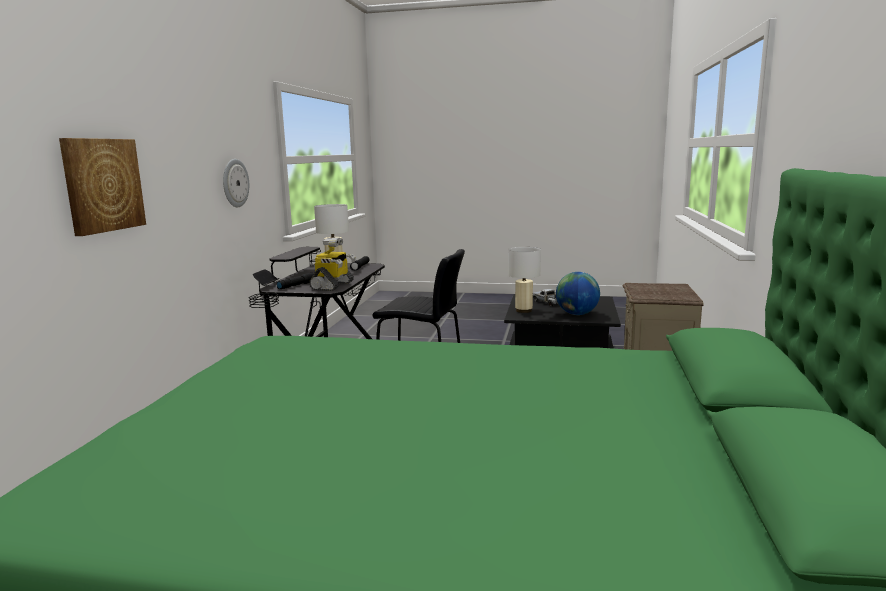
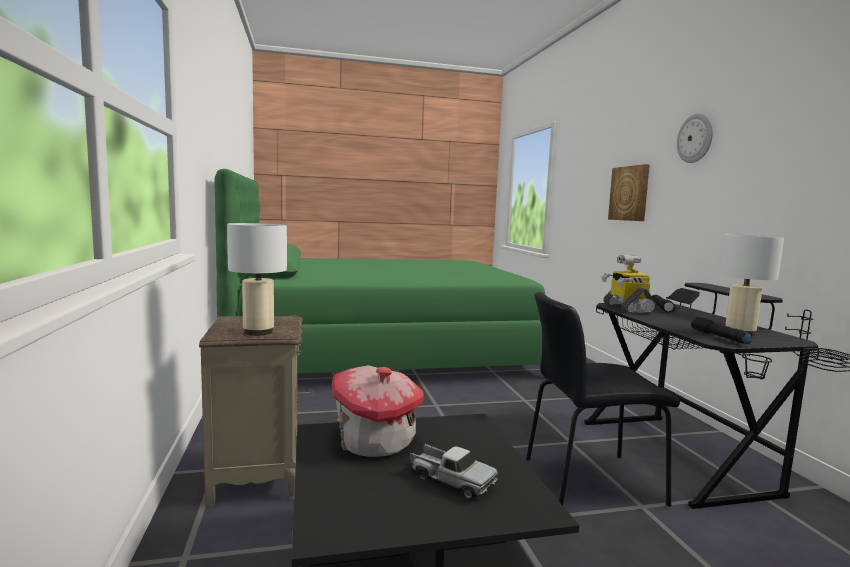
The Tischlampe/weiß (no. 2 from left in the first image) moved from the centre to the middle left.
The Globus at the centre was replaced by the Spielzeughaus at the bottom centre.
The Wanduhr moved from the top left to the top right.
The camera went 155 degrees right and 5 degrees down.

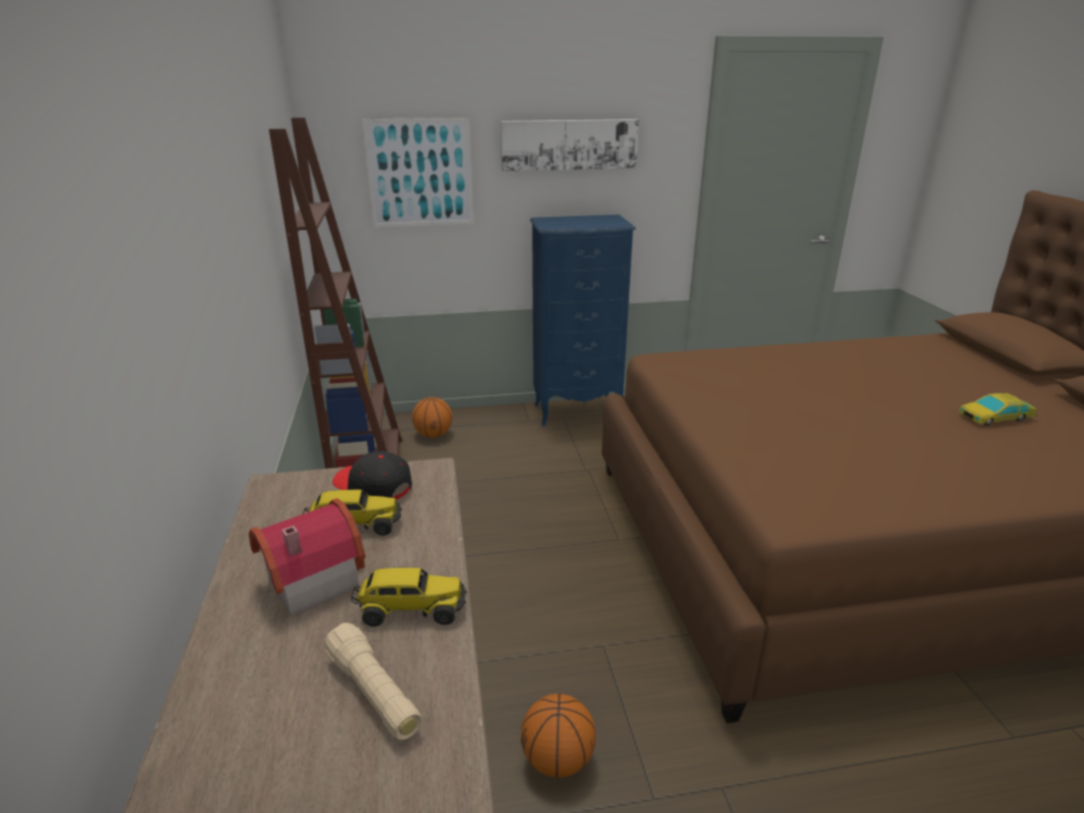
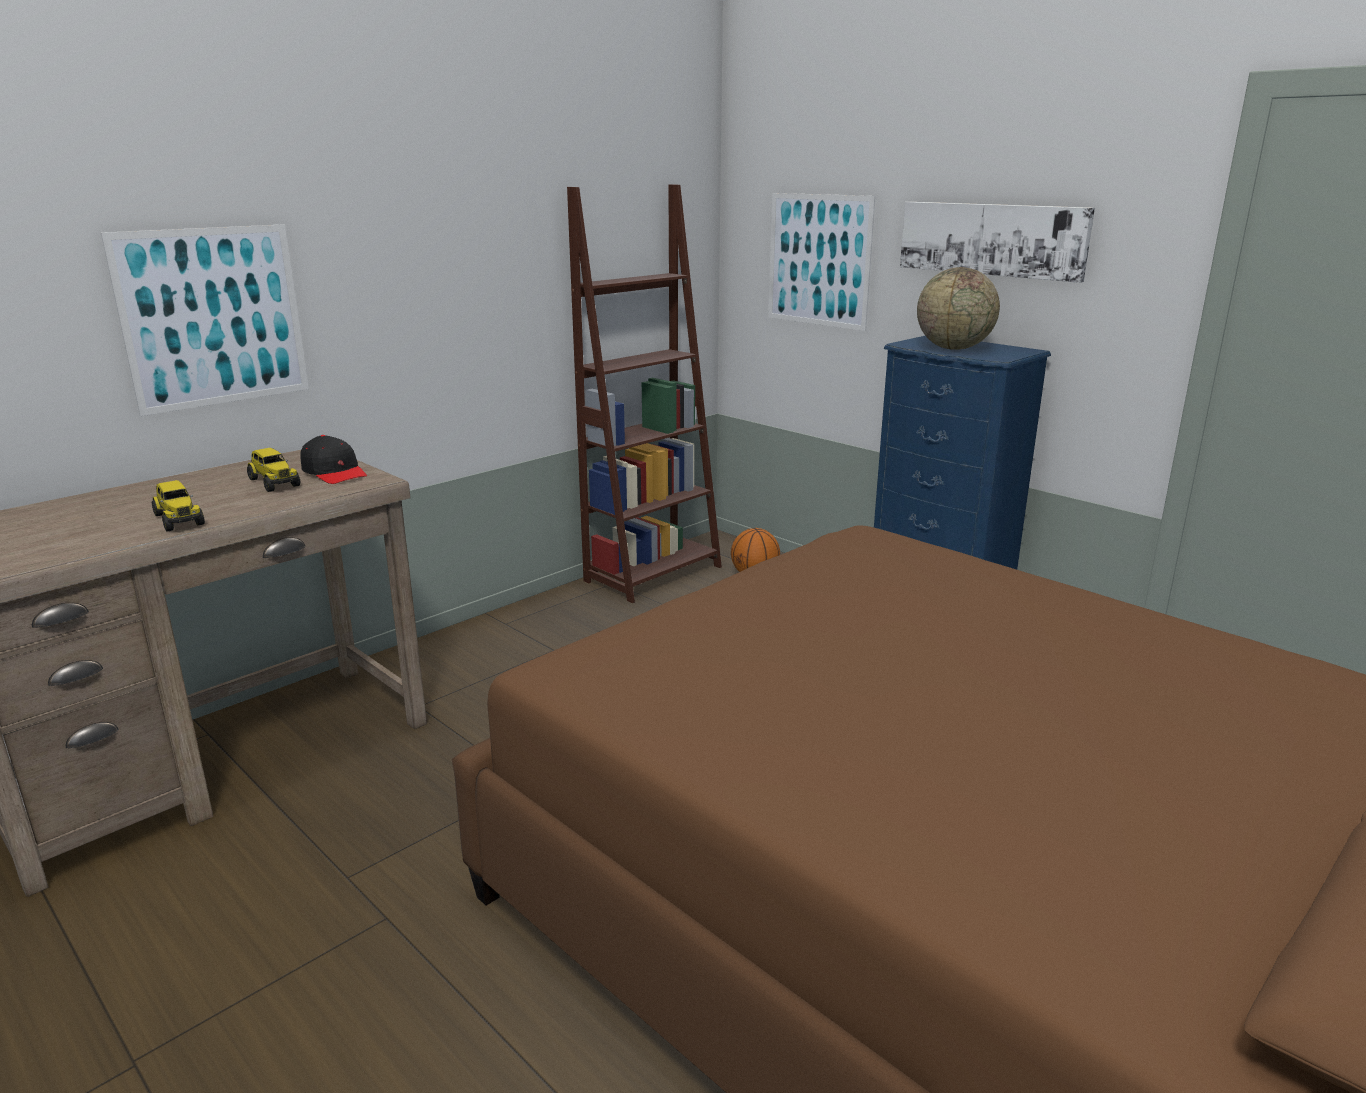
The Bild (no. 1 from left) at the top left appeared.
The Kappe/schwarz at the centre turned 135 degrees clockwise.
The Globus at the top right appeared.
The Spielzeughaus at the bottom left disappeared.
The Taschenlampe/beige at the bottom centre disappeared.
The Basketball (no. 2 from left) at the bottom centre disappeared.
The Spielzeugauto at the middle right disappeared.
The camera went 55 degrees right and 5 degrees down.

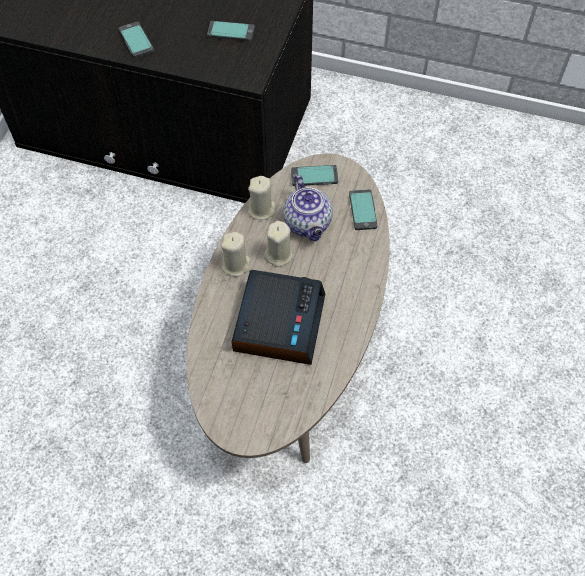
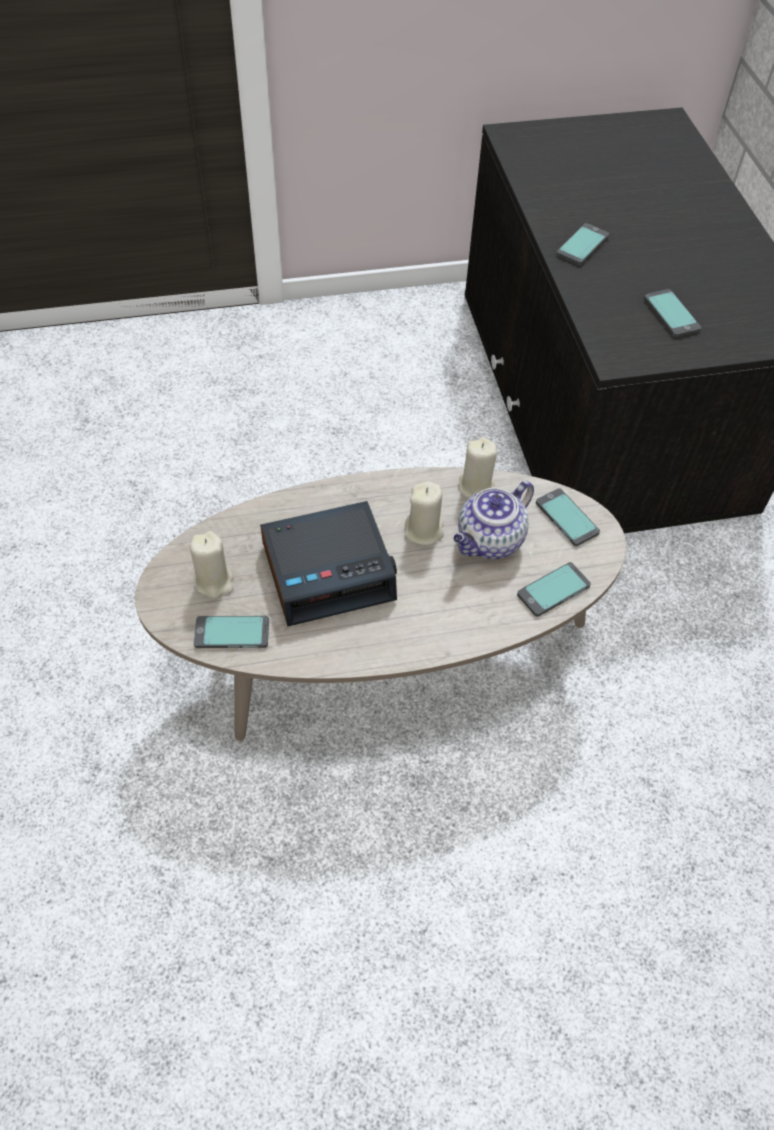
The Kerze/beige (no. 1 from left) moved from the centre to the middle left.
The Handy (no. 1 from left) at the middle left appeared.
The camera went 60 degrees right and 5 degrees down.

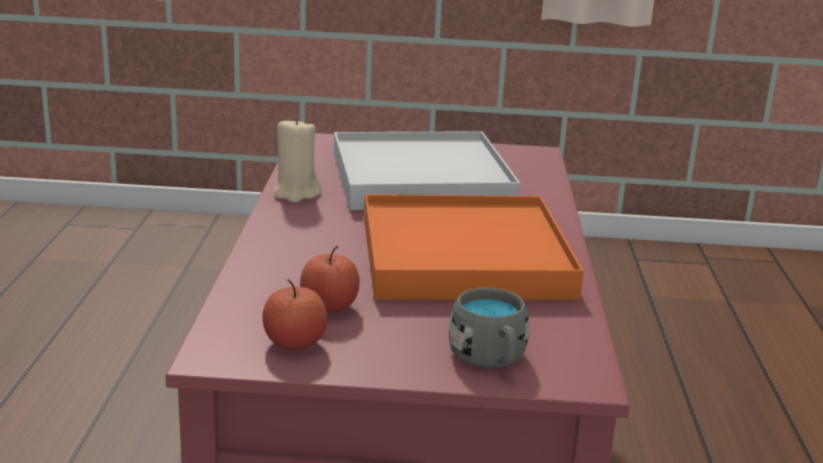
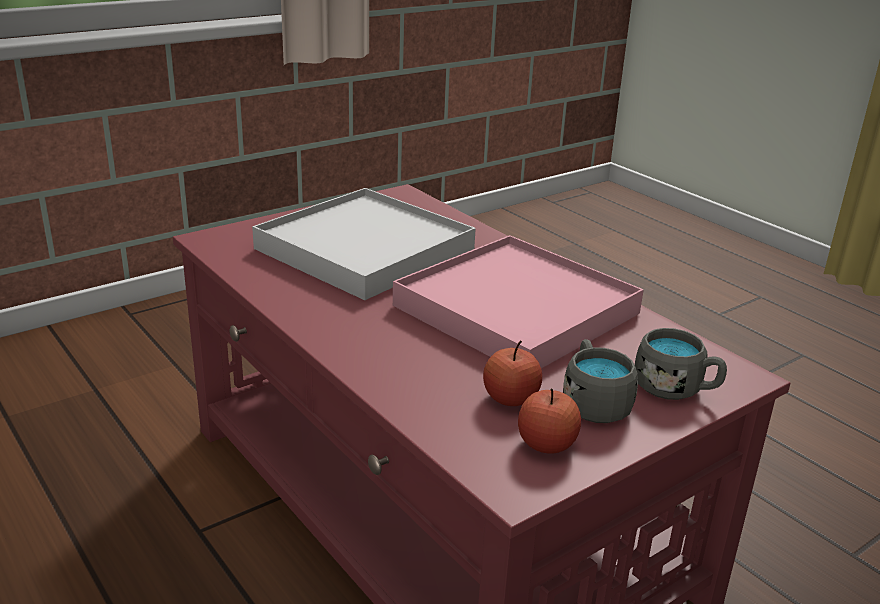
The Tablett/orange at the centre became the Tablett/rosa at the centre.
The Henkelbecher/grau (no. 1 from left) at the middle right appeared.
The Kerze/beige at the centre disappeared.
The camera went 40 degrees left and 5 degrees up.

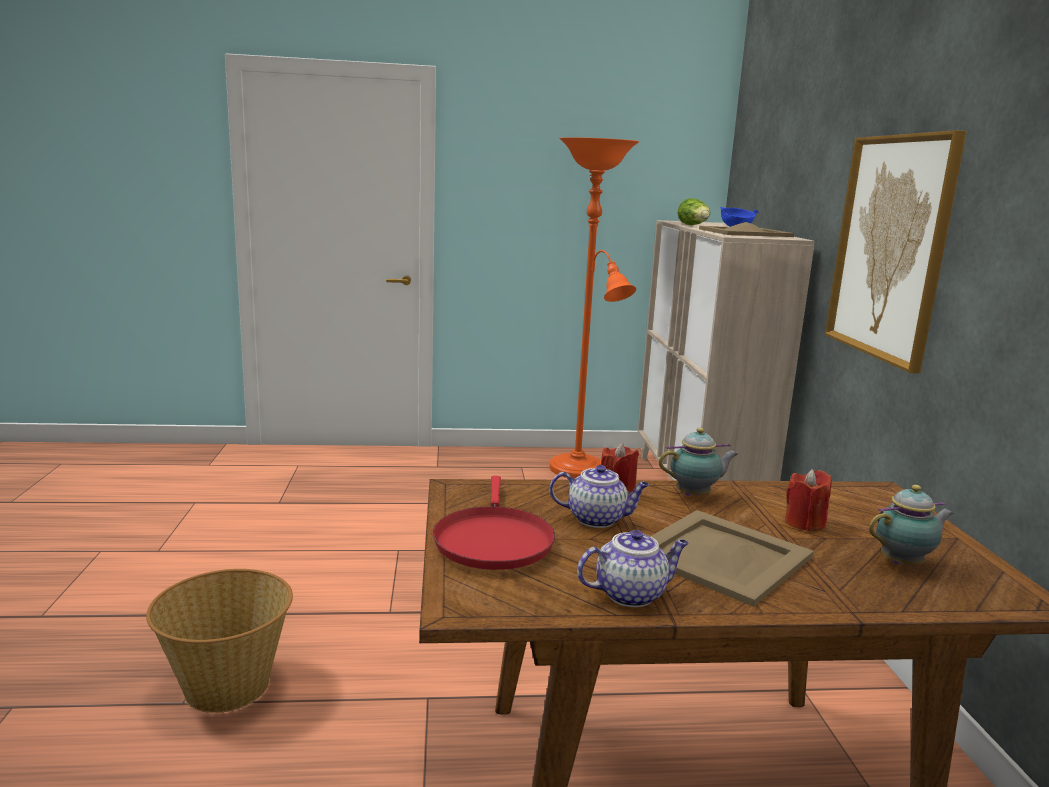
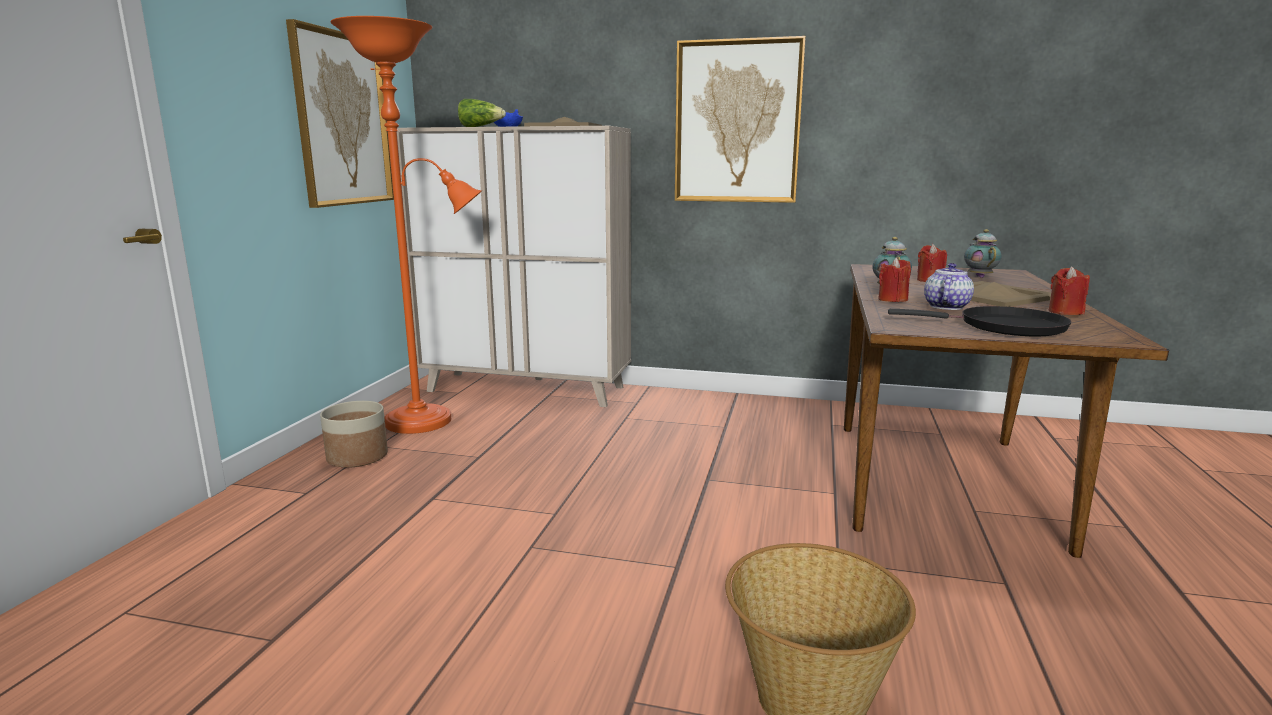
The Bild (no. 1 from left) at the top left appeared.
The Pflanzkübel at the middle left appeared.
The Pfanne/rot at the centre became the Pfanne/schwarz at the middle right.
The Teekanne (no. 2 from left) at the bottom centre was replaced by the Kerze/rot (no. 3 from left) at the middle right.
The camera went 70 degrees left and 0 degrees up.

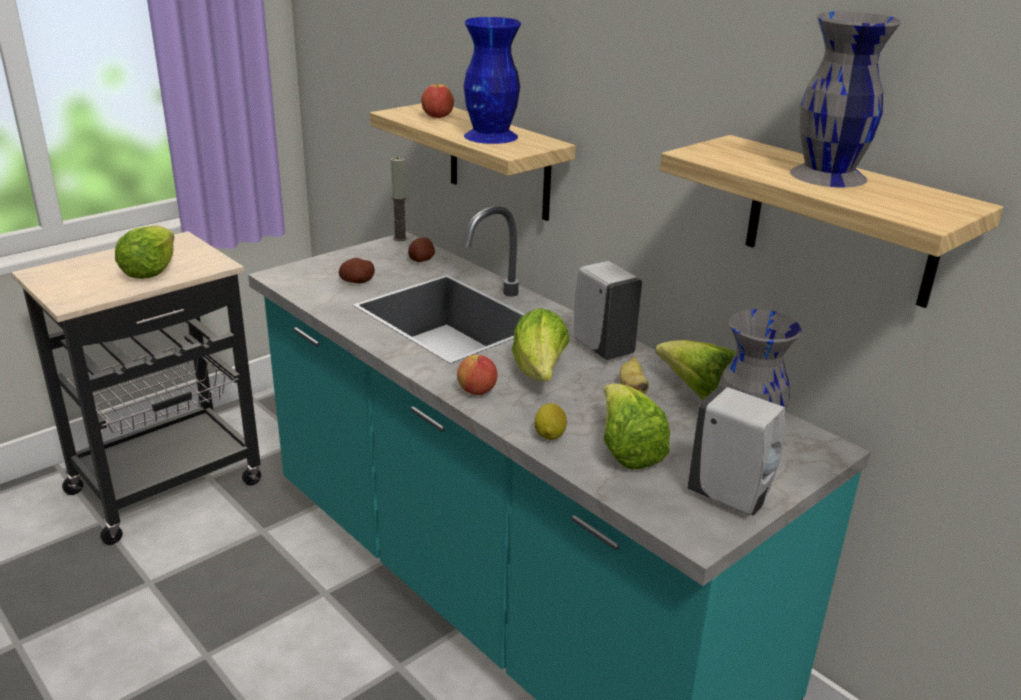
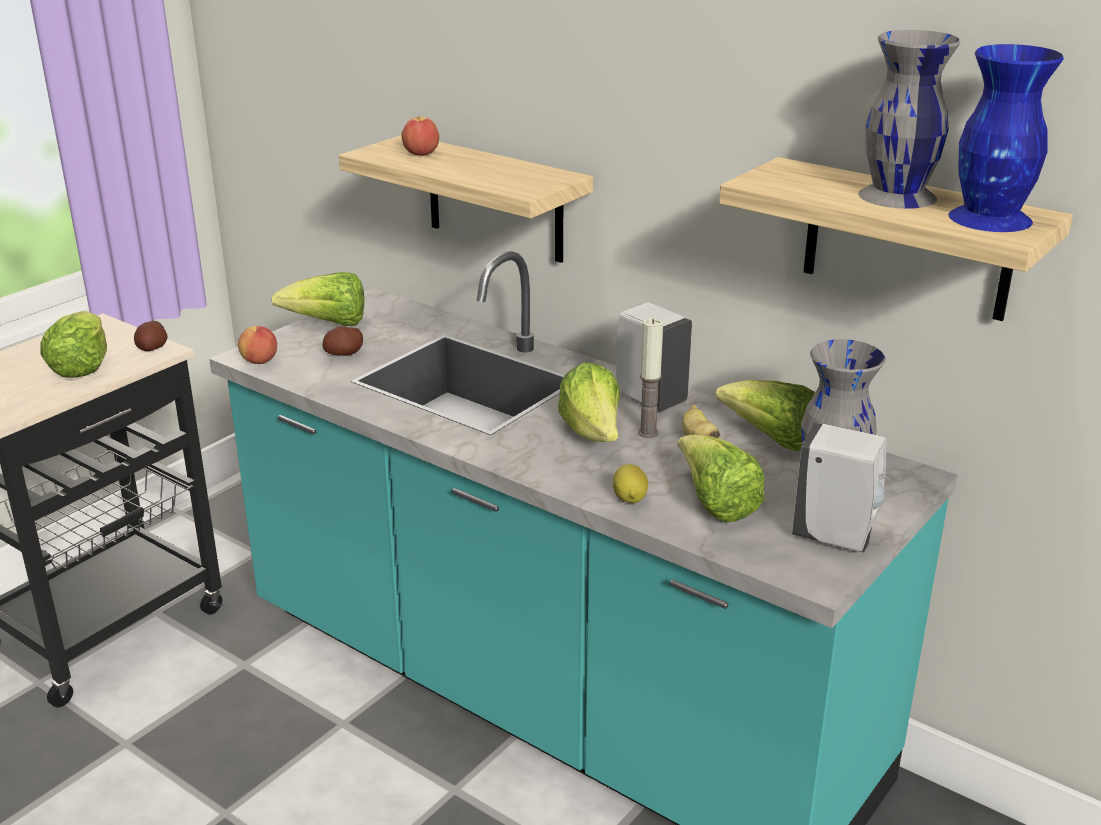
The Kartoffel (no. 2 from left in the first image) moved from the centre to the middle left.
The Apfel (no. 2 from left in the first image) moved from the centre to the middle left.
The Salatkopf (no. 2 from left) at the middle left appeared.
The Kerze moved from the top centre to the centre.
The Vase/blau moved from the top centre to the top right.
The camera went 10 degrees left and 0 degrees up.

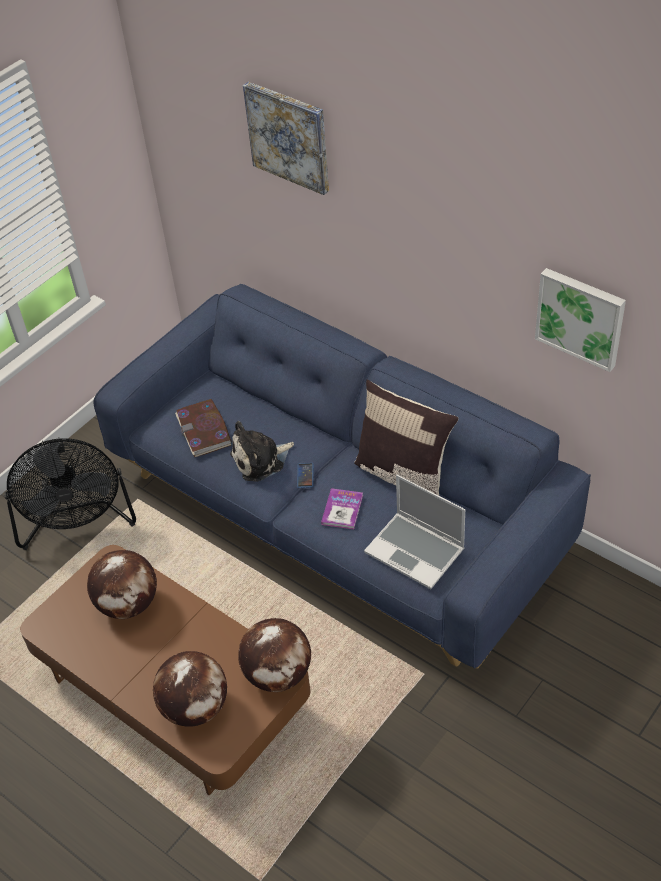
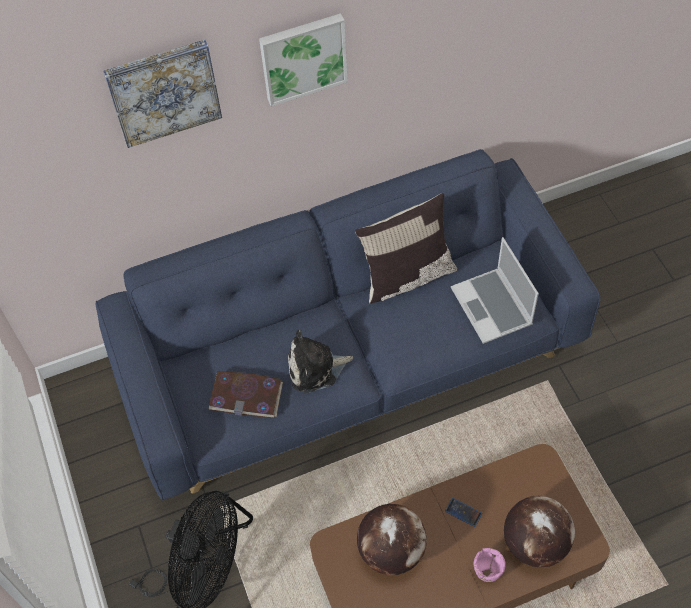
The Bild (no. 2 from left) moved from the middle right to the top centre.
The Plüschtier at the centre turned 75 degrees clockwise.
The Handy moved from the centre to the bottom right.
The Laptop at the centre turned 90 degrees clockwise.
The Schüssel/rosa at the bottom right appeared.
The Globus (no. 3 from left) at the bottom centre disappeared.
The Buch (no. 2 from left) at the centre disappeared.
The camera went 60 degrees left and 10 degrees up.

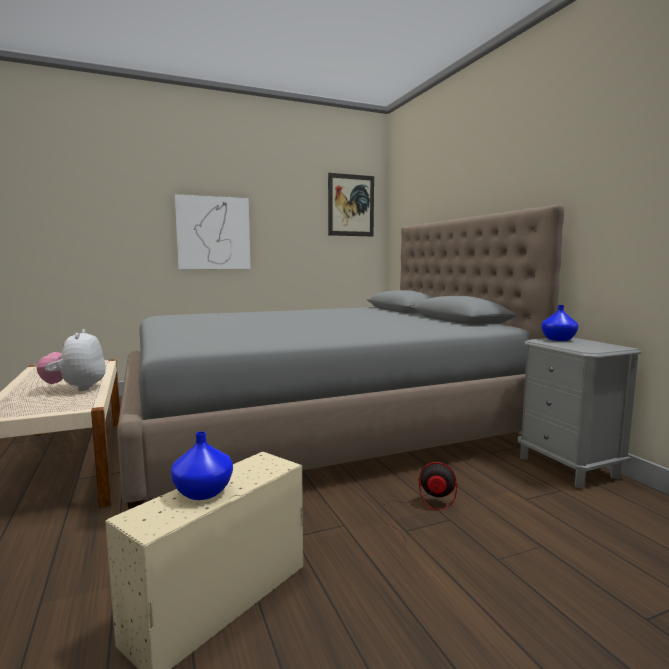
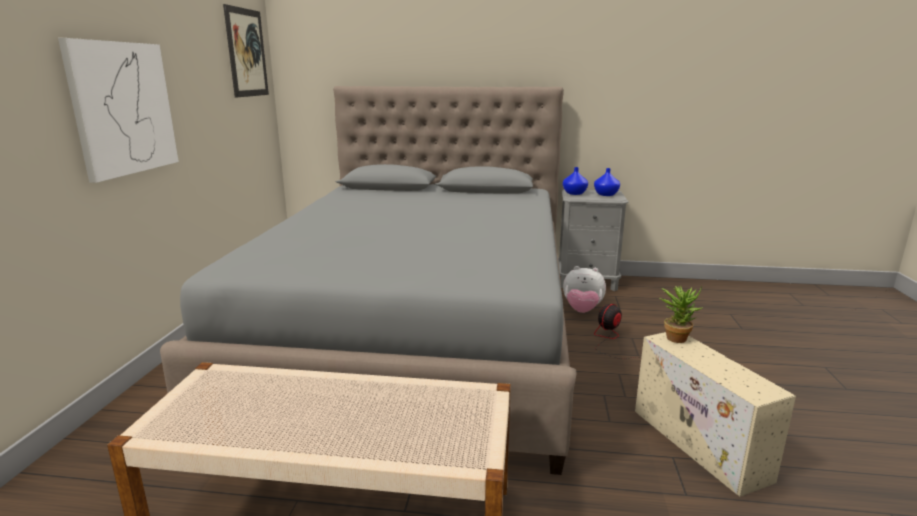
The Plüschtier moved from the middle left to the centre.
The Vase/blau (no. 1 from left in the first image) moved from the bottom left to the centre.
The Topfpflanze at the middle right appeared.
The camera went 60 degrees left and 10 degrees up.

